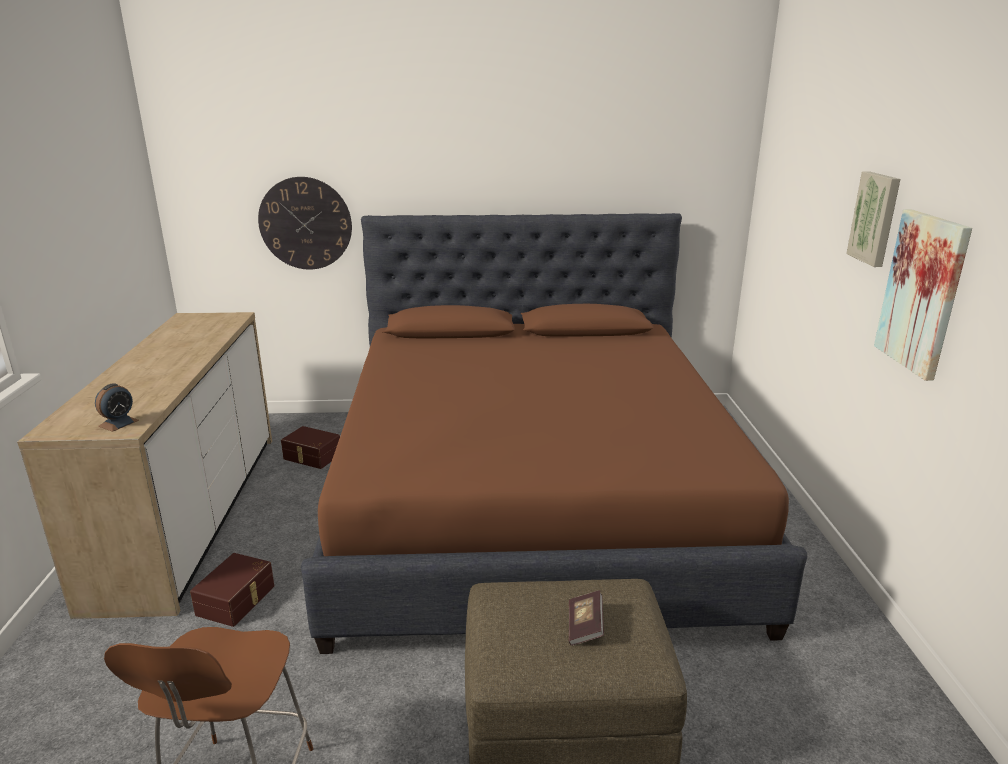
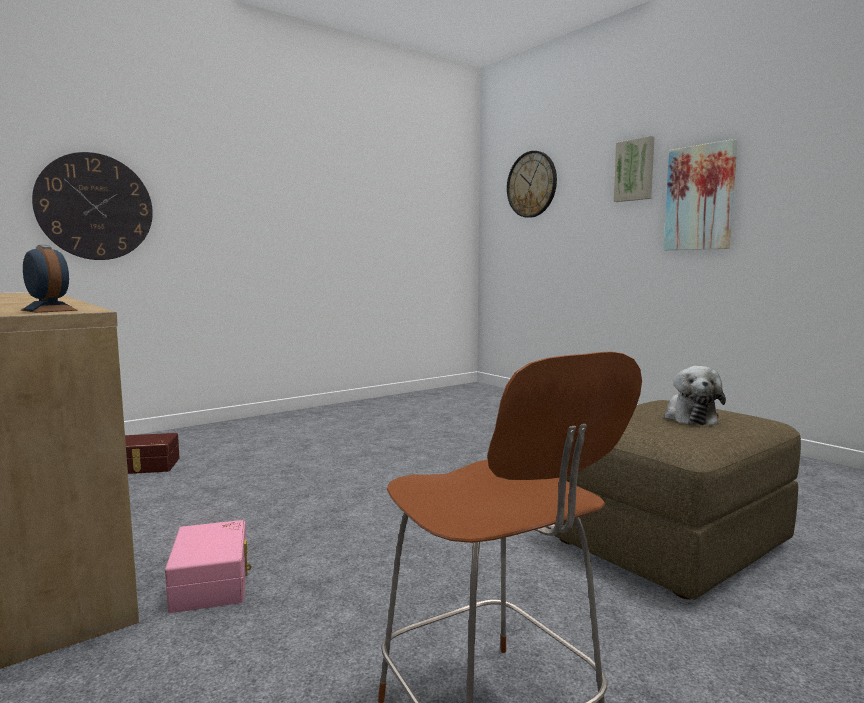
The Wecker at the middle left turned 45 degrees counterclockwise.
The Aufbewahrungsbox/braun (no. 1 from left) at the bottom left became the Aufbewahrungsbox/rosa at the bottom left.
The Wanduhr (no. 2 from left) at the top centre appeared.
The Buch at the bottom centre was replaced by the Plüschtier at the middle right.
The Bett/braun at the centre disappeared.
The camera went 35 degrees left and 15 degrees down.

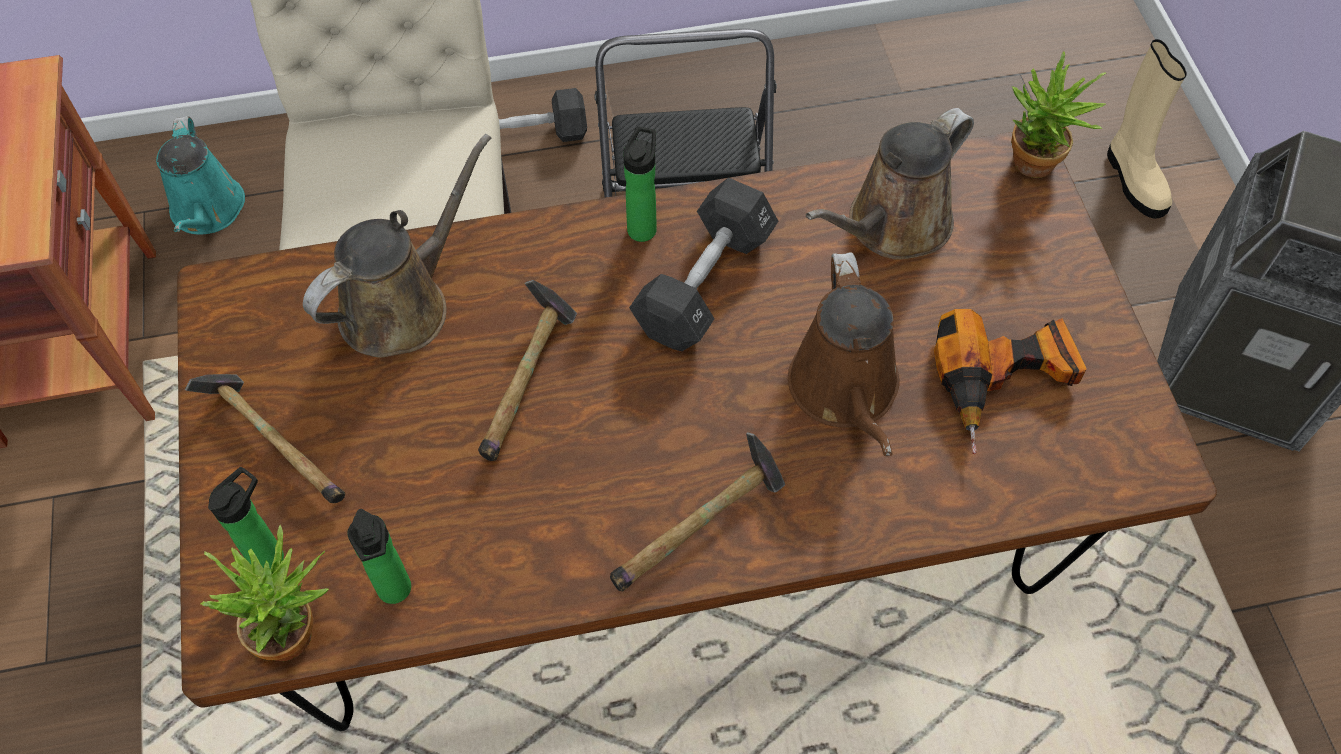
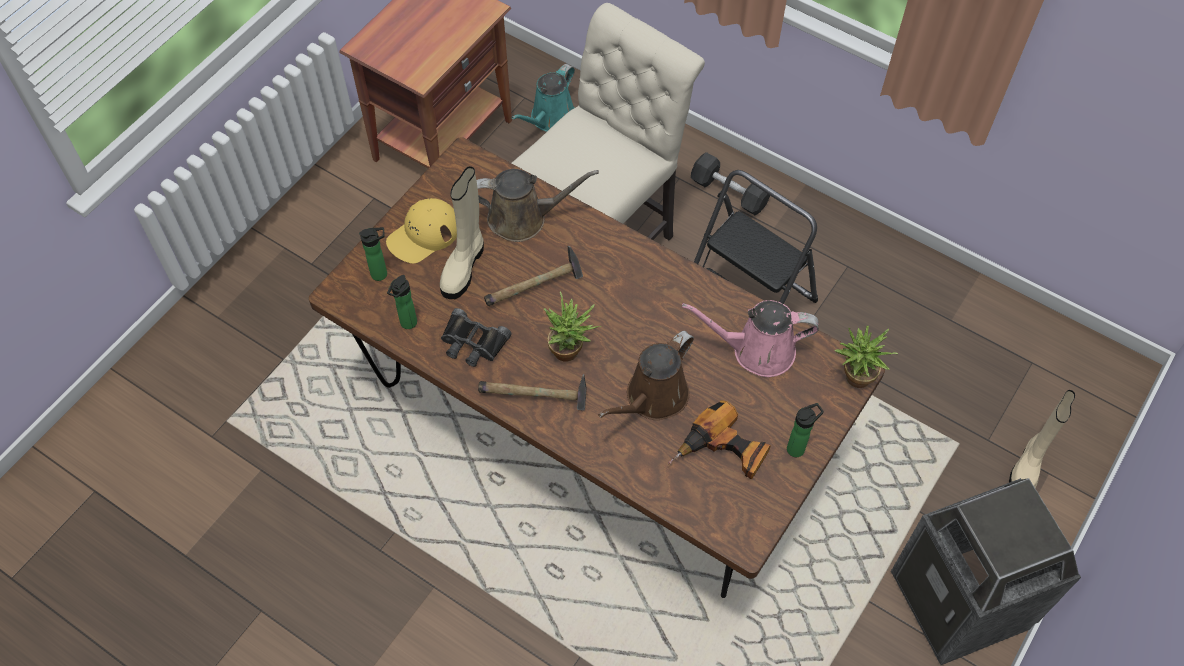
The Hammer (no. 1 from left) at the middle left was replaced by the Kappe/gelb at the centre.
The Stiefel/beige (no. 1 from left) at the centre appeared.
The Fernglas/schwarz at the centre appeared.
The Topfpflanze (no. 1 from left) moved from the bottom left to the centre.
The Gießkanne/braun (no. 3 from left) at the top centre became the Gießkanne/rosa at the centre.
The Flasche (no. 3 from left) moved from the top centre to the middle right.
The Hantel/schwarz (no. 2 from left) at the centre disappeared.
The camera went 45 degrees right and 0 degrees up.

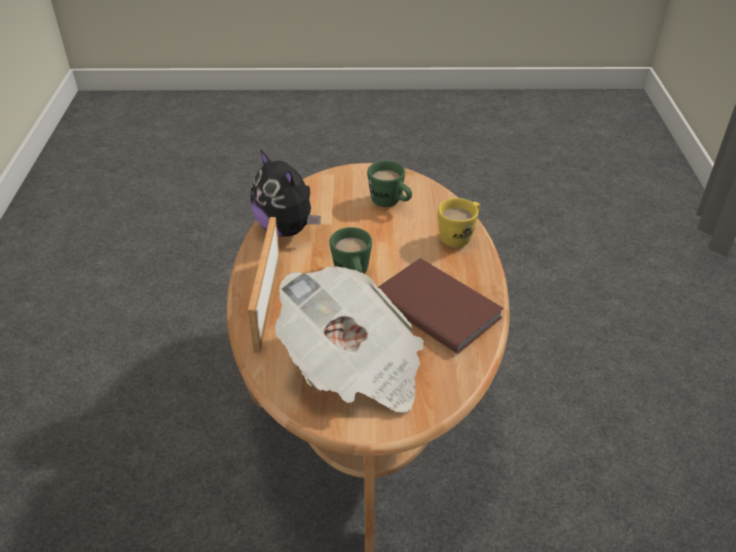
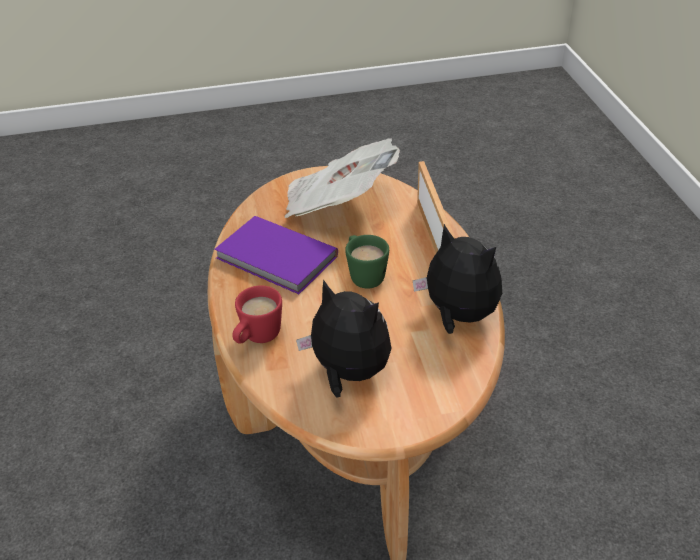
The Buch/braun at the centre became the Buch/lila at the centre.
The Henkelbecher/gelb at the centre became the Henkelbecher/rot at the centre.
The Henkelbecher/grün (no. 2 from left) at the centre was replaced by the Plüschtier (no. 1 from left) at the centre.
The camera went 170 degrees right and 0 degrees up.

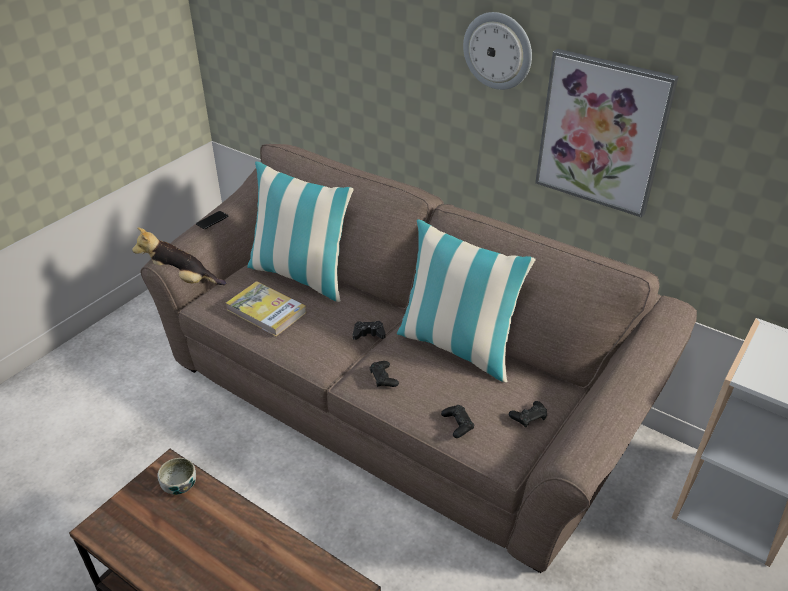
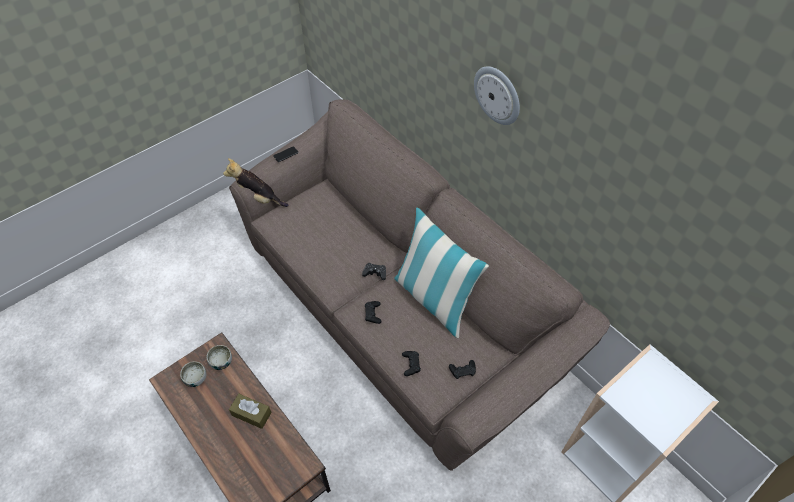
The Schüssel (no. 1 from left) at the bottom left appeared.
The Taschentuchbox/braun at the bottom left appeared.
The Buch at the centre disappeared.
The Kissen (no. 1 from left) at the centre disappeared.
The Bild at the top right disappeared.
The camera went 15 degrees right and 15 degrees up.

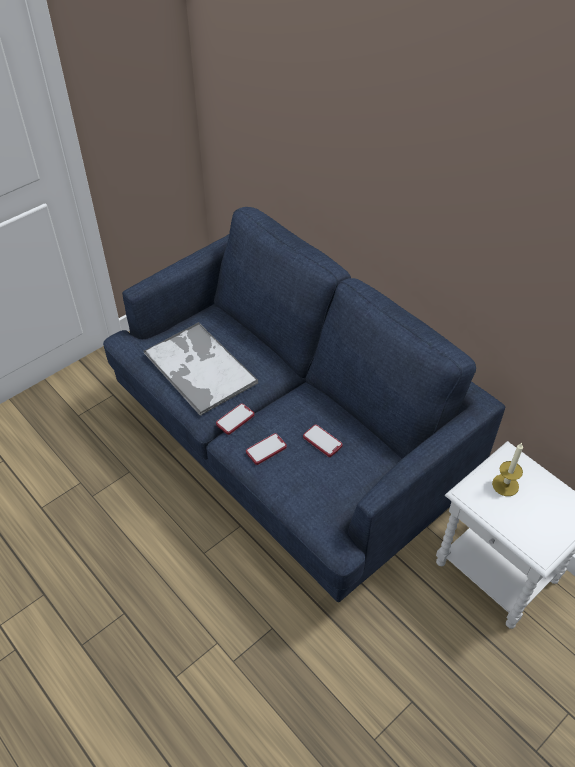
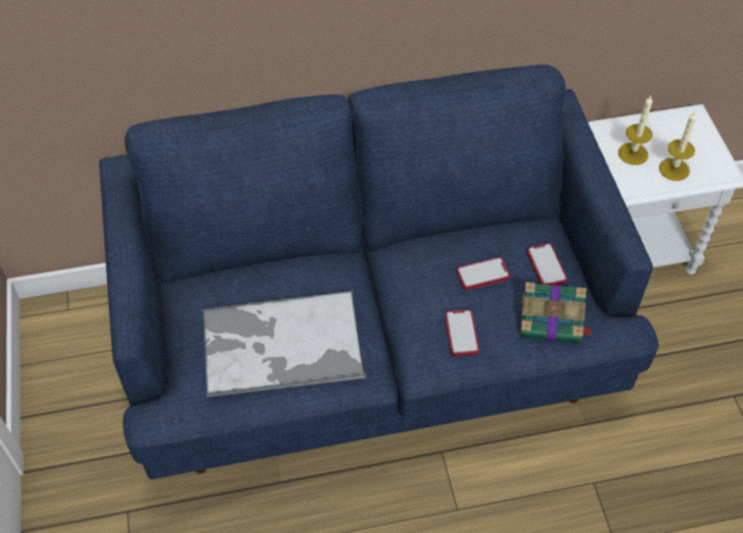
The Buch at the middle right appeared.
The Handy (no. 1 from left in the first image) moved from the centre to the middle right.
The Kerze (no. 2 from left) at the top right appeared.
The camera went 60 degrees left and 5 degrees up.

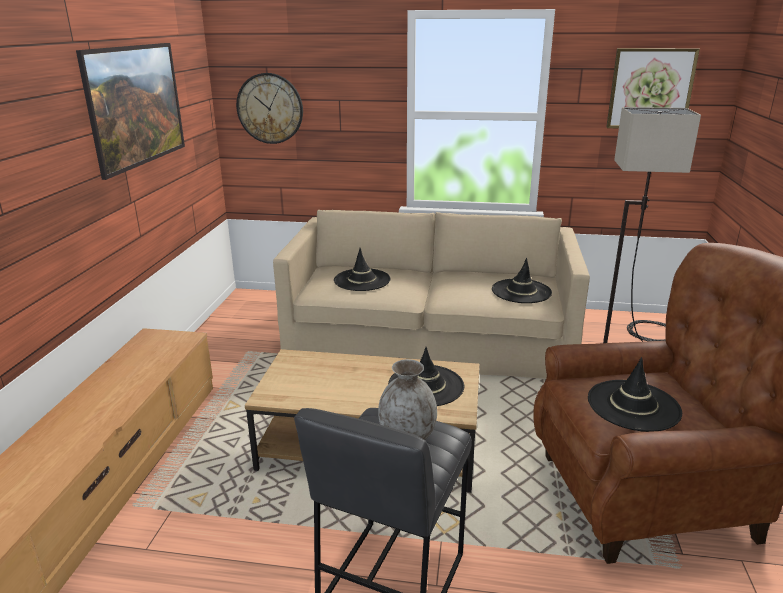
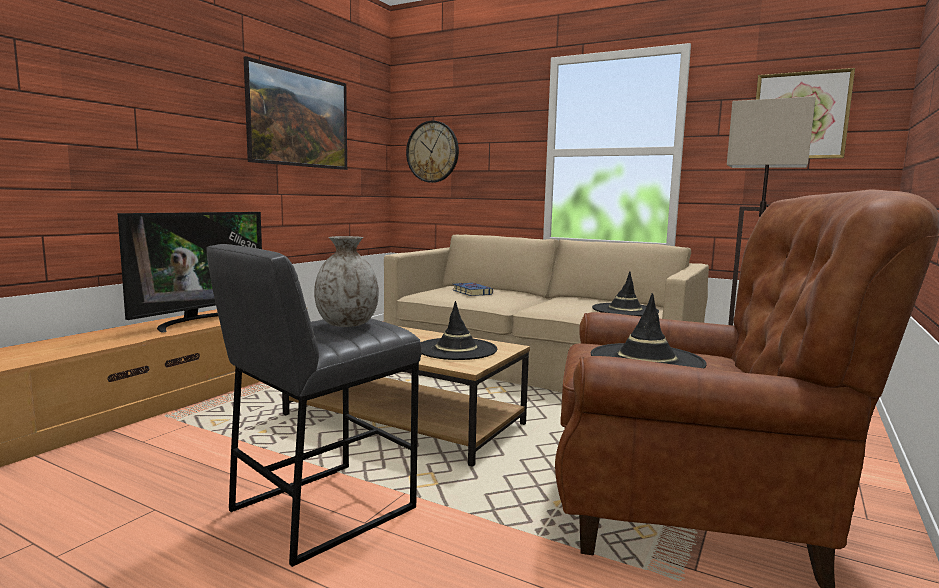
The Fernseher at the middle left appeared.
The Hut/schwarz (no. 1 from left) at the centre was replaced by the Buch/blau at the centre.
The camera went 20 degrees right and 15 degrees down.

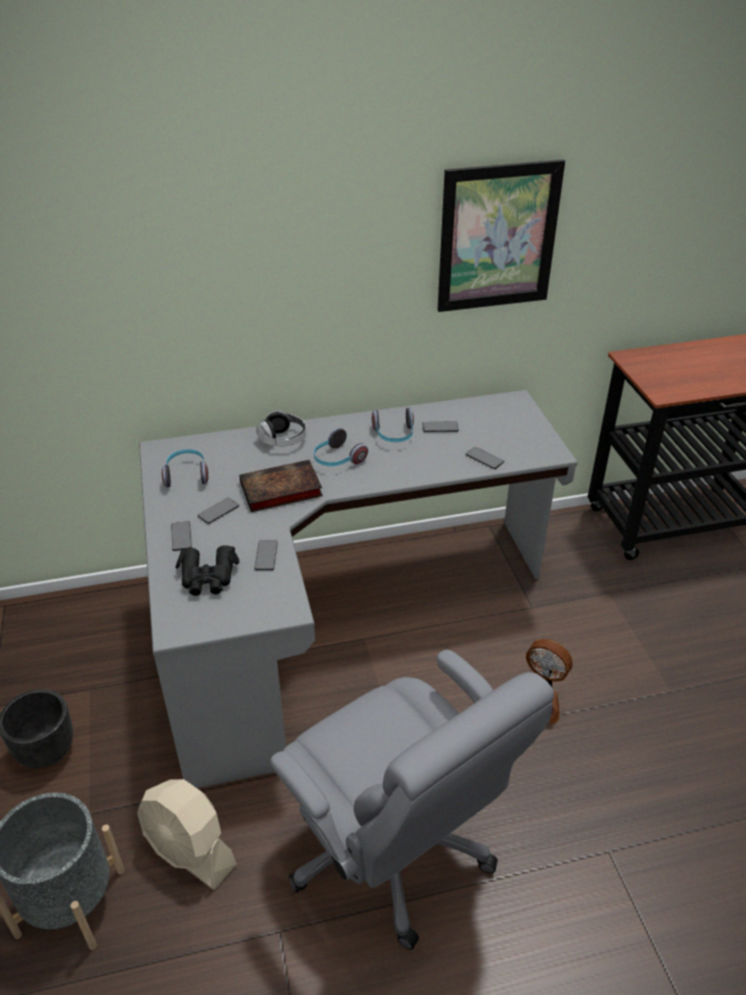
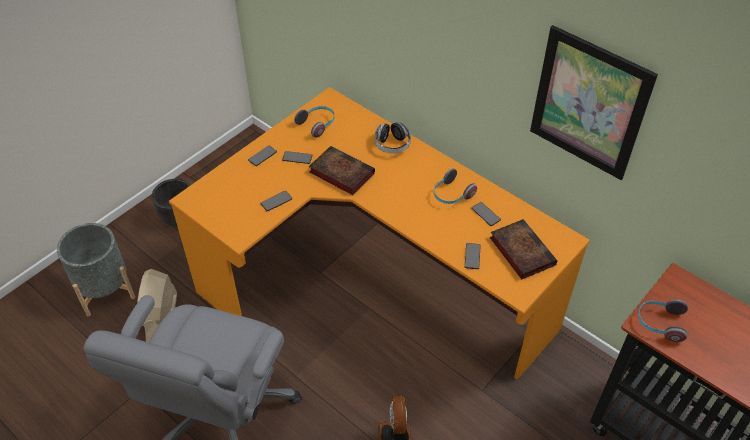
The Schreibtisch/grau at the centre became the Schreibtisch/orange at the centre.
The Buch (no. 2 from left) at the middle right appeared.
The Kopfhörer (no. 3 from left in the first image) moved from the centre to the bottom right.
The Fernglas/schwarz at the middle left disappeared.
The camera went 55 degrees right and 10 degrees up.

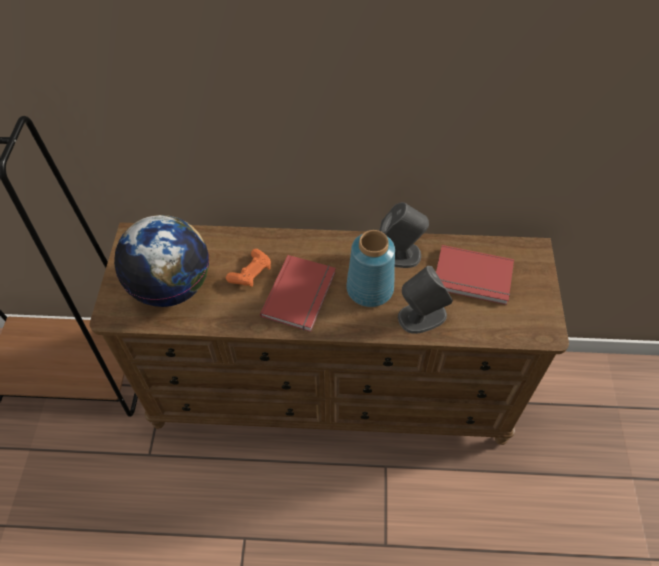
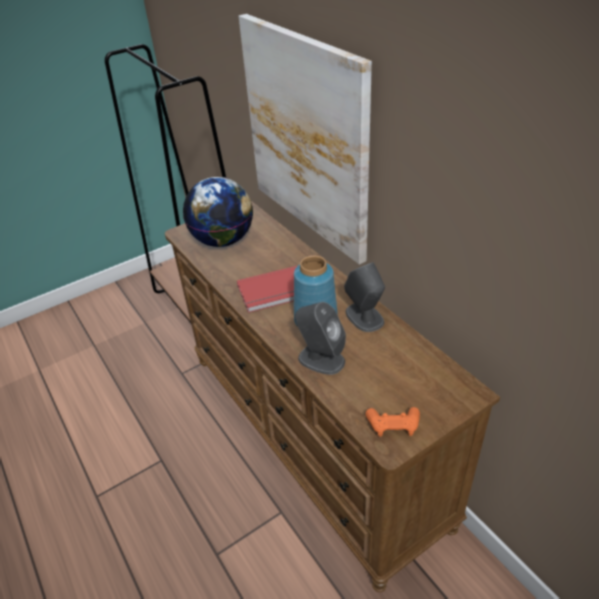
The Bild at the top centre appeared.
The Gamepad/orange moved from the centre to the bottom centre.
The Buch/rot (no. 2 from left) at the middle right disappeared.
The camera went 55 degrees right and 15 degrees down.

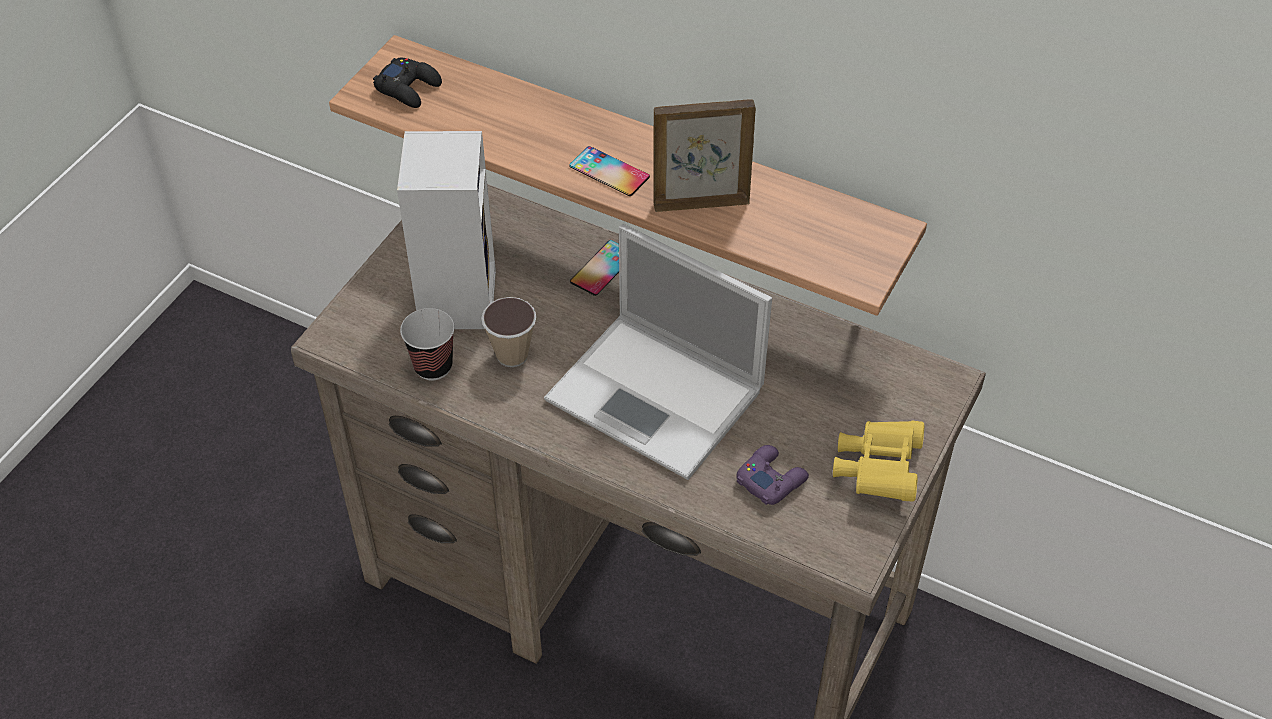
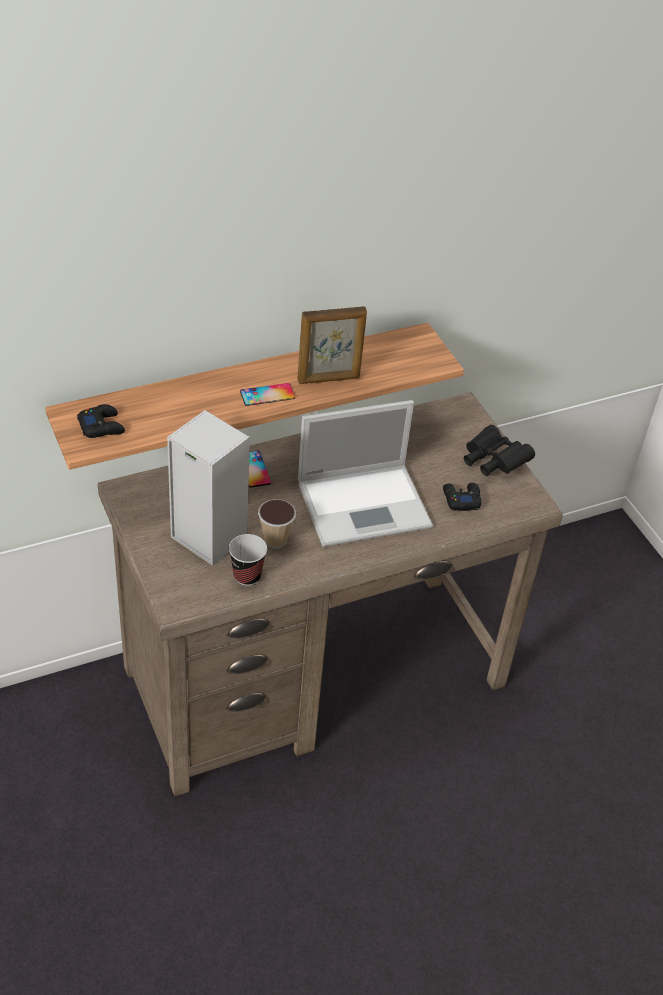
The Bilderrahmen at the top centre turned 135 degrees counterclockwise.
The Gamepad/lila at the centre became the Gamepad/schwarz (no. 2 from left) at the middle right.
The Fernglas/gelb at the middle right became the Fernglas/schwarz at the middle right.
The camera went 55 degrees left and 5 degrees down.

